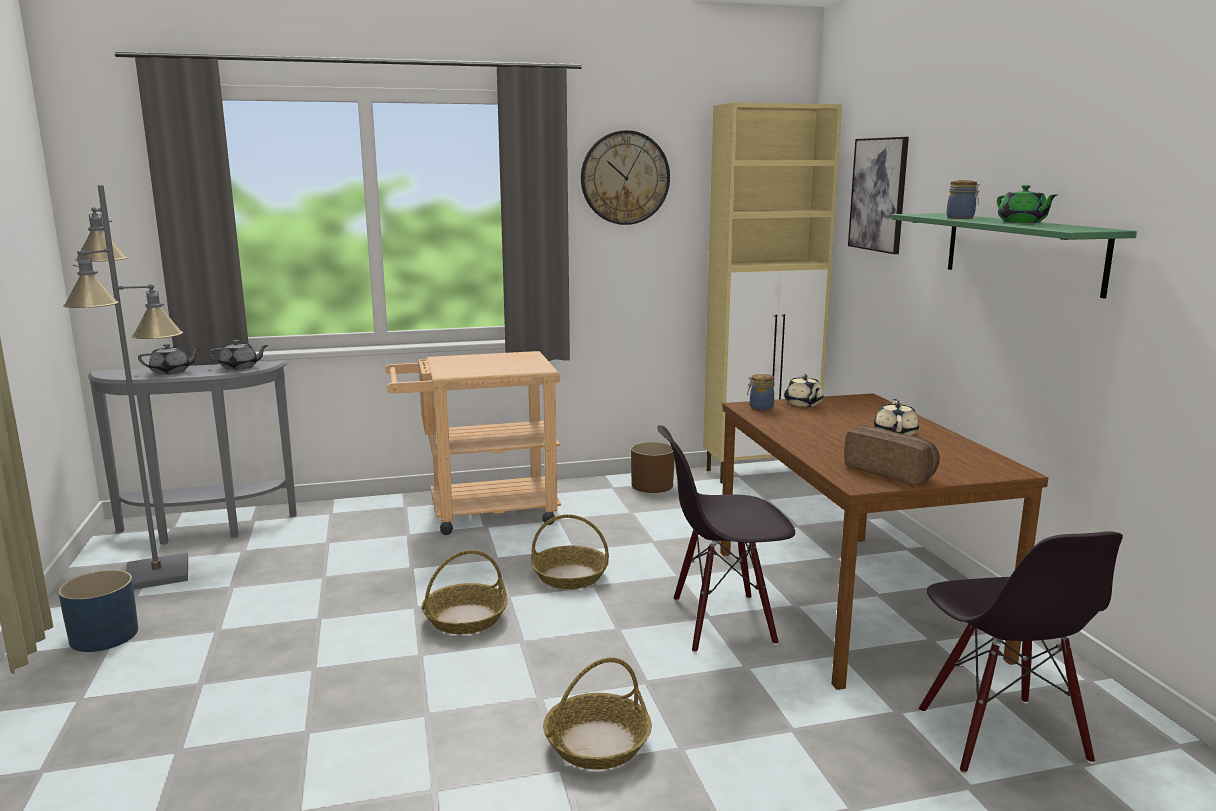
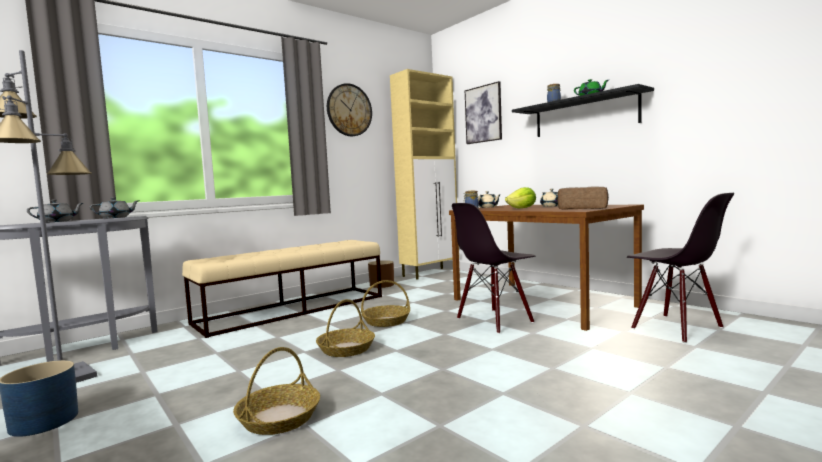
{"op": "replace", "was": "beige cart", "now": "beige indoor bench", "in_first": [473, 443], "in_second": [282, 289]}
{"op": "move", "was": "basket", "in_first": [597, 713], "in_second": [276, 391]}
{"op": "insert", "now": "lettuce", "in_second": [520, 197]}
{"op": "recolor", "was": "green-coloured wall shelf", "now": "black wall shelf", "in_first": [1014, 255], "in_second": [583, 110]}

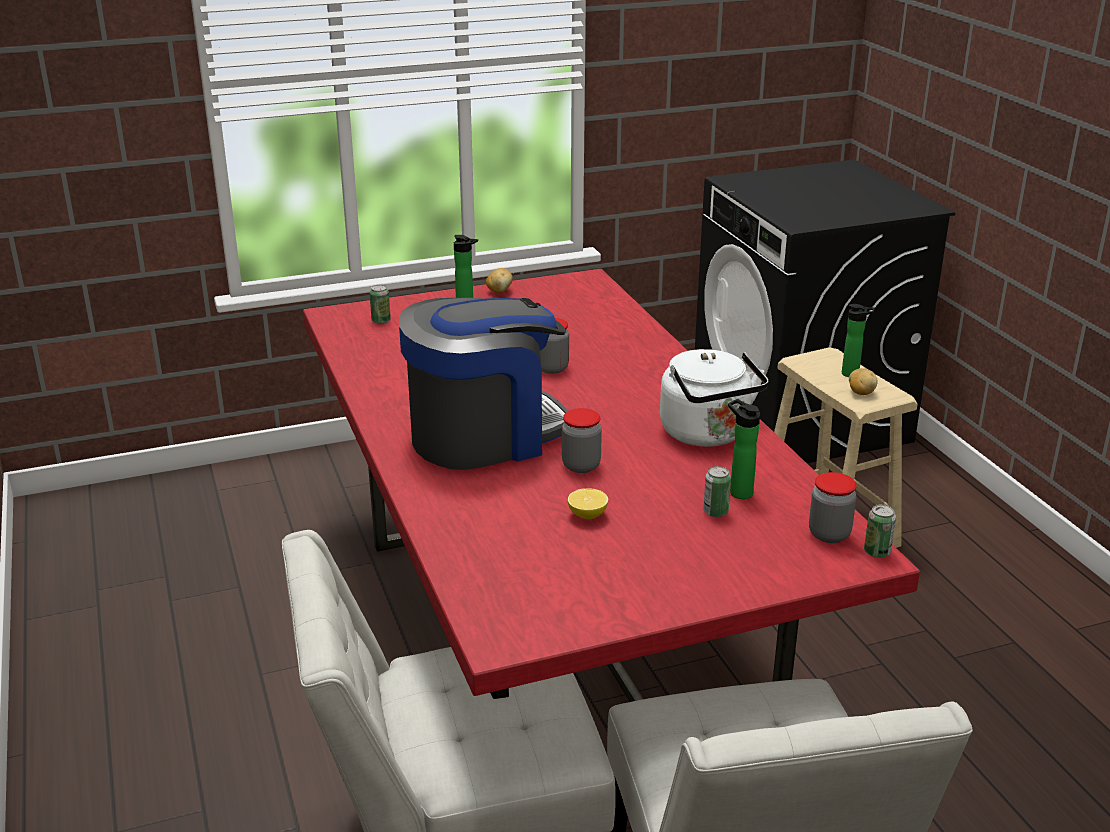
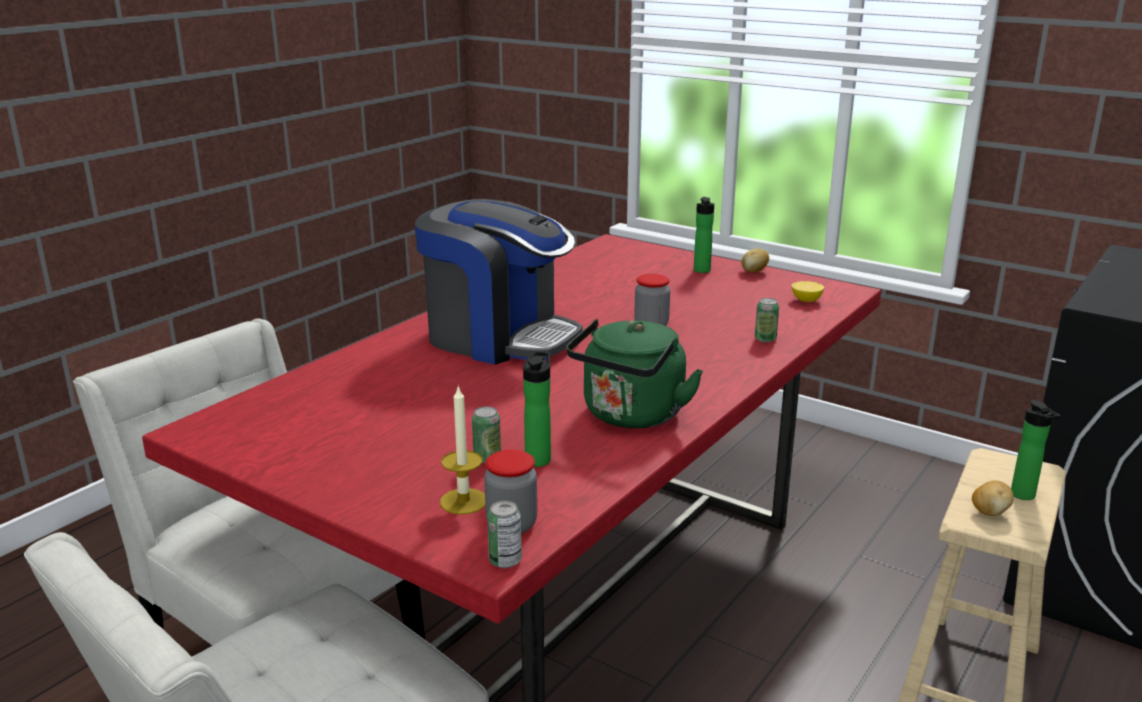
{"op": "insert", "now": "candle", "in_second": [462, 450]}
{"op": "recolor", "was": "whitish tea kettle", "now": "green-coloured tea kettle", "in_first": [714, 398], "in_second": [634, 373]}
{"op": "move", "was": "can", "in_first": [380, 304], "in_second": [767, 320]}
{"op": "move", "was": "citrus fruit", "in_first": [588, 503], "in_second": [807, 291]}
{"op": "delete", "was": "jar", "in_first": [582, 440]}

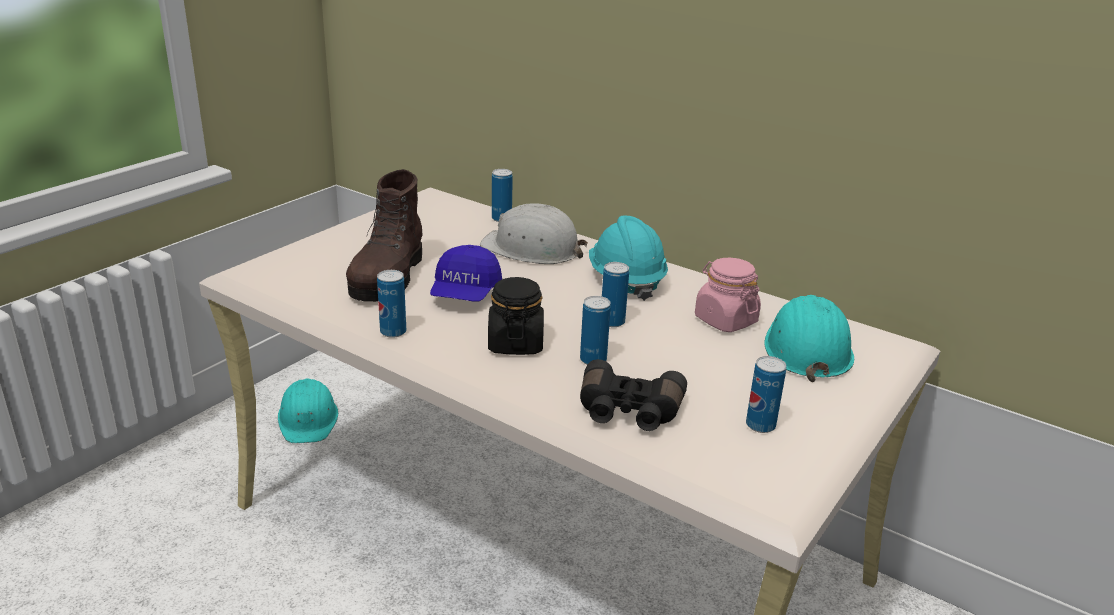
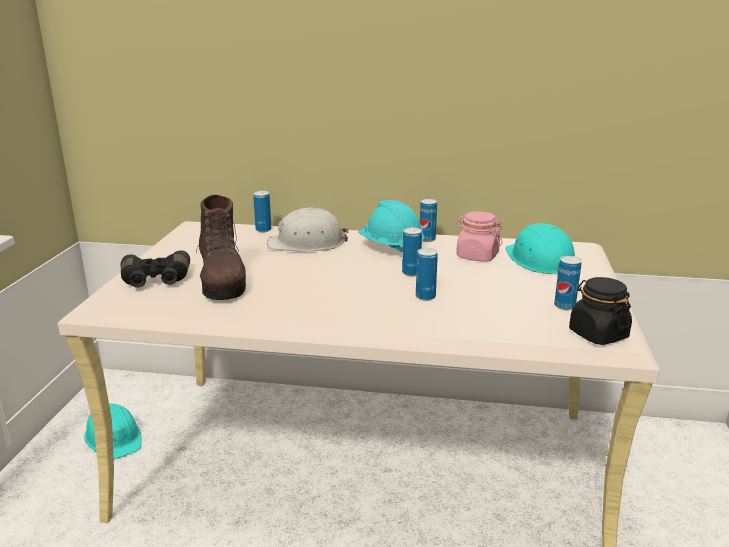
{"op": "move", "was": "black pair of binoculars", "in_first": [633, 395], "in_second": [155, 269]}
{"op": "move", "was": "can", "in_first": [391, 304], "in_second": [428, 220]}
{"op": "move", "was": "black jar", "in_first": [516, 316], "in_second": [600, 311]}
{"op": "delete", "was": "blue peaked cap", "in_first": [466, 273]}

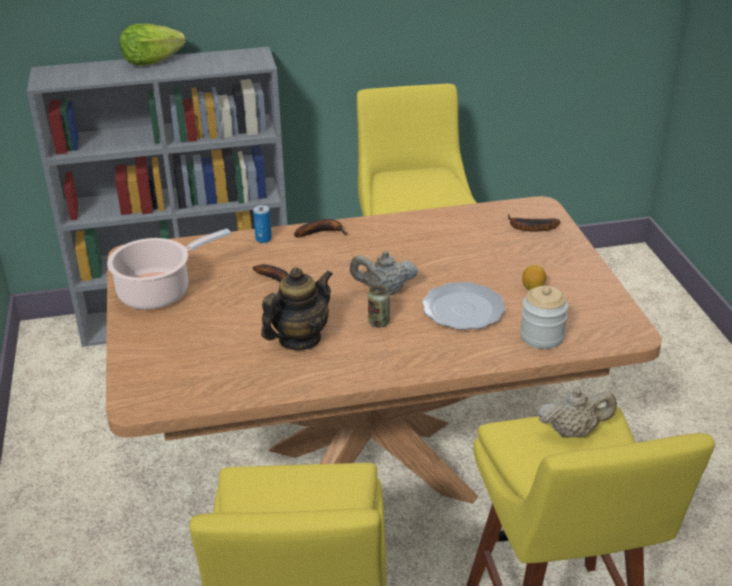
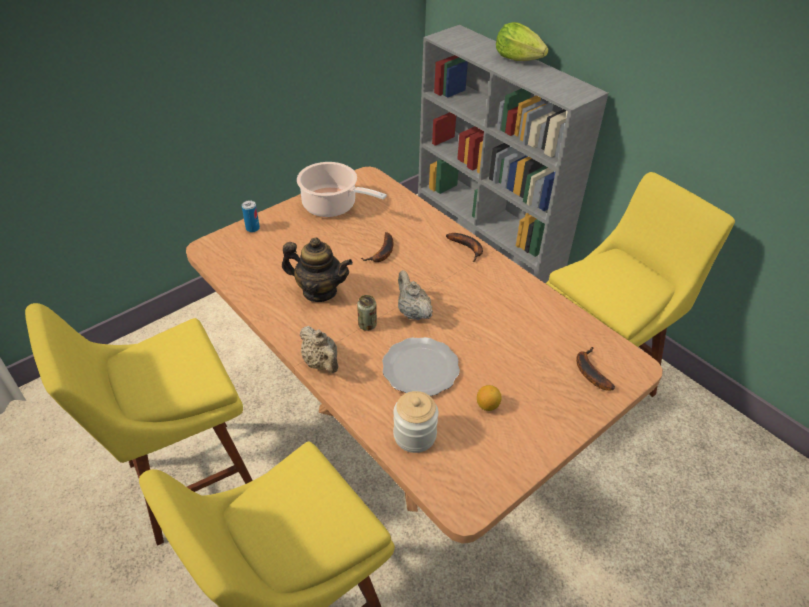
{"op": "move", "was": "can", "in_first": [262, 224], "in_second": [251, 216]}
{"op": "move", "was": "beige teapot", "in_first": [577, 412], "in_second": [318, 349]}

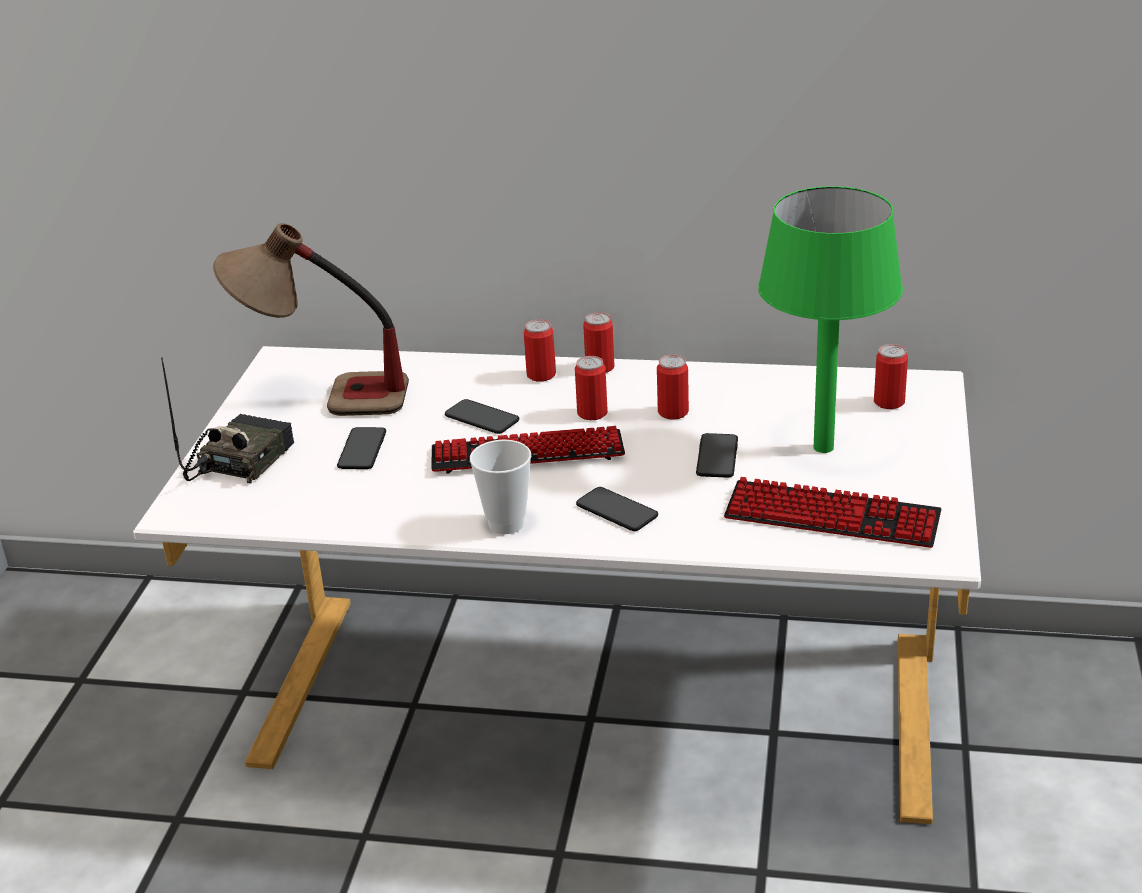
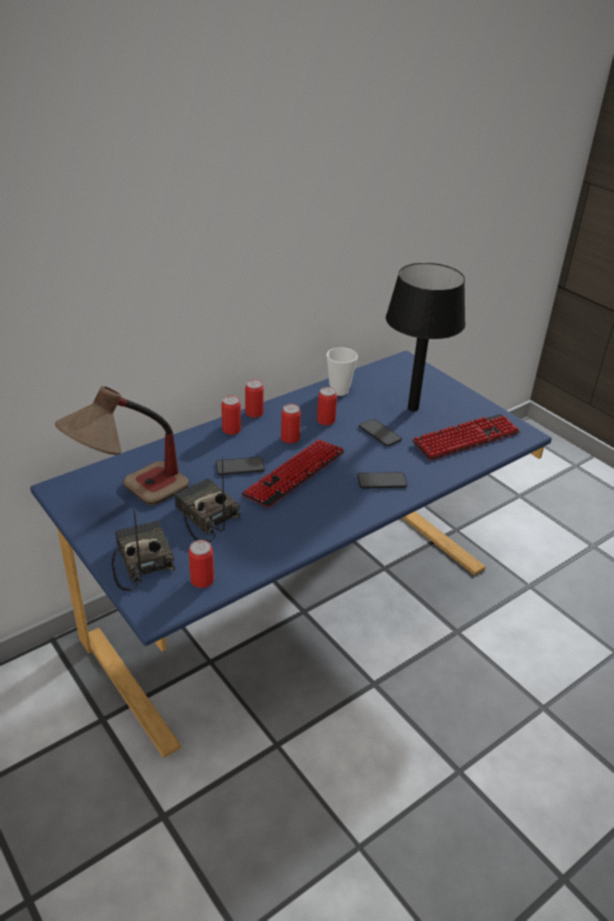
{"op": "recolor", "was": "whitish desk unit", "now": "blue desk unit", "in_first": [557, 585], "in_second": [291, 554]}
{"op": "replace", "was": "handset", "now": "radio set", "in_first": [361, 448], "in_second": [207, 500]}
{"op": "move", "was": "can", "in_first": [891, 376], "in_second": [201, 564]}
{"op": "move", "was": "drinking cup", "in_first": [500, 487], "in_second": [342, 371]}
{"op": "recolor", "was": "green-coloured table lamp", "now": "black table lamp", "in_first": [830, 319], "in_second": [426, 337]}

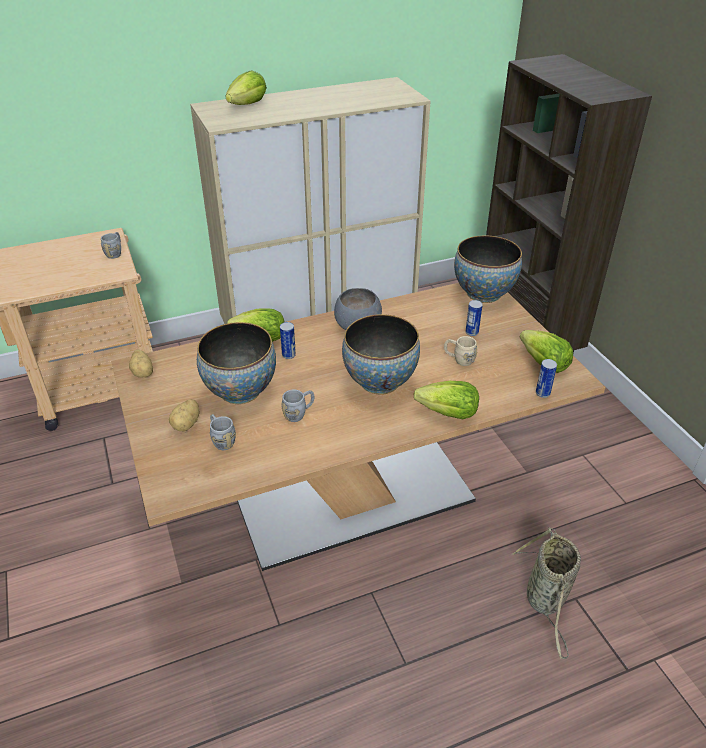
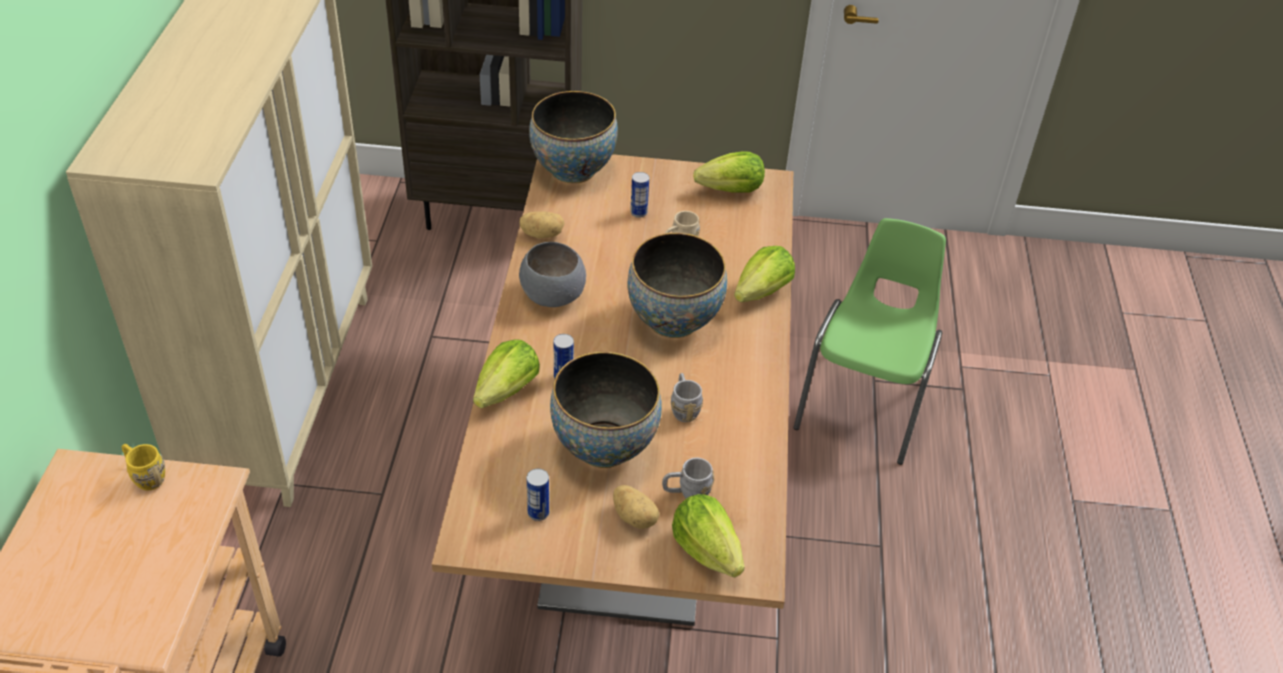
{"op": "recolor", "was": "grey mug", "now": "yellow-coloured mug", "in_first": [111, 245], "in_second": [143, 467]}
{"op": "move", "was": "spud", "in_first": [141, 364], "in_second": [542, 224]}
{"op": "move", "was": "can", "in_first": [546, 378], "in_second": [538, 495]}
{"op": "move", "was": "lettuce", "in_first": [246, 87], "in_second": [708, 535]}
{"op": "replace", "was": "basket", "now": "green-coloured plain chair", "in_first": [546, 593], "in_second": [869, 341]}

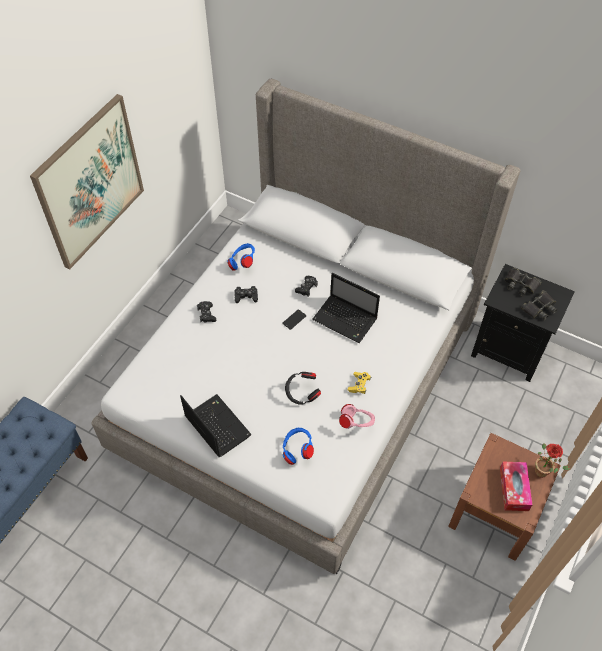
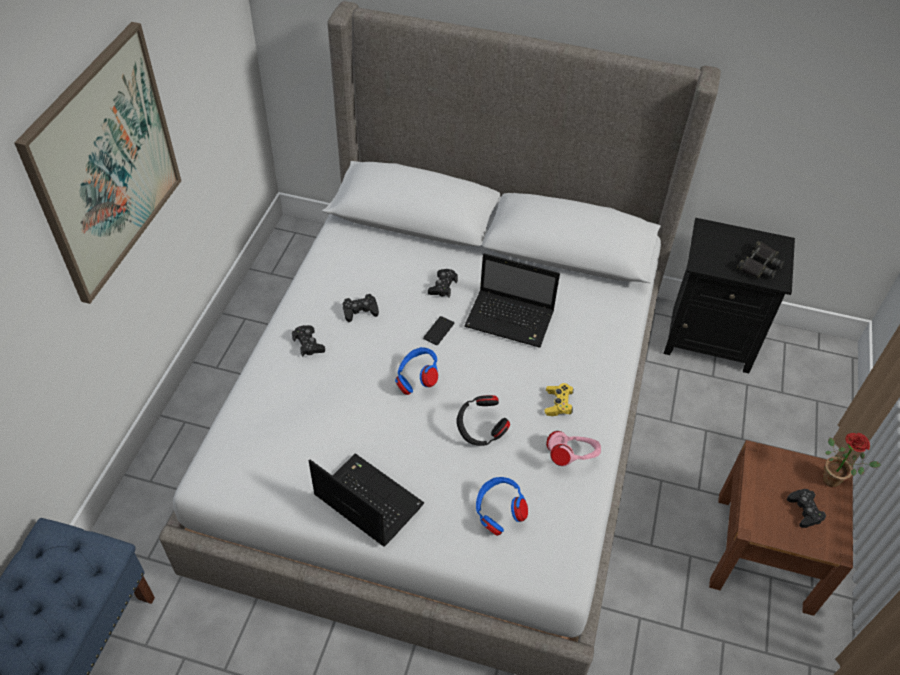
{"op": "move", "was": "blue headphones", "in_first": [241, 257], "in_second": [416, 371]}
{"op": "replace", "was": "tissue holder", "now": "black joypad", "in_first": [516, 486], "in_second": [806, 508]}
{"op": "delete", "was": "black pair of binoculars", "in_first": [523, 281]}

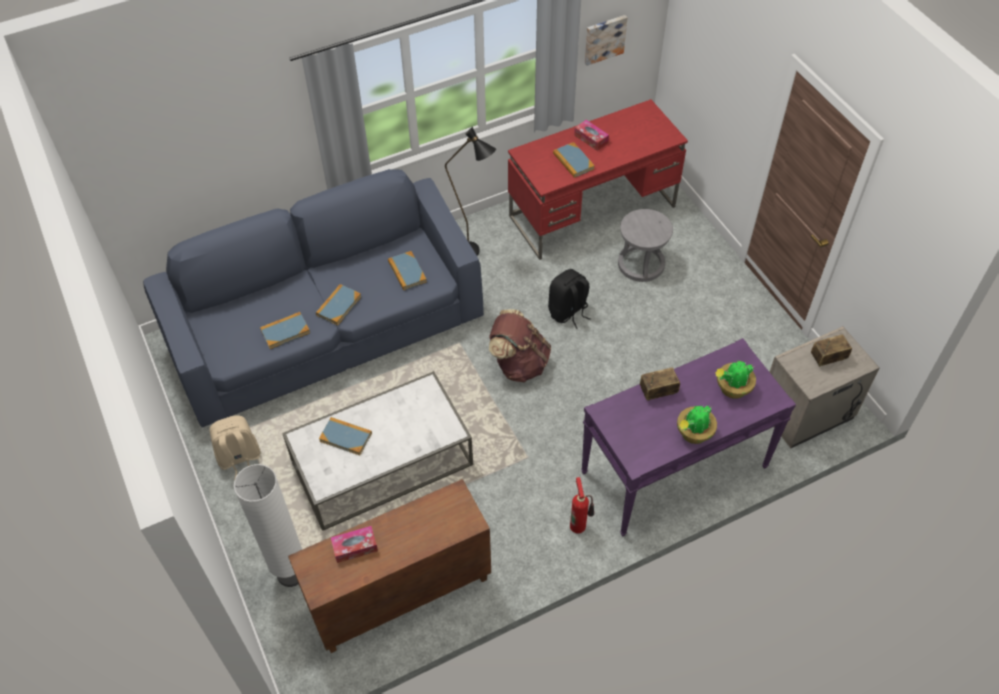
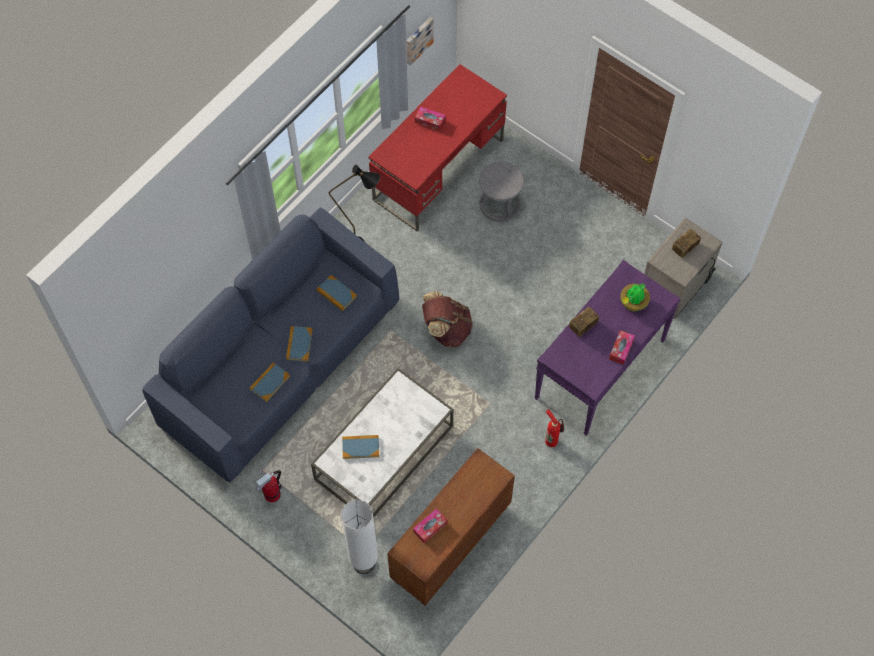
{"op": "replace", "was": "beige knapsack", "now": "extinguisher", "in_first": [235, 447], "in_second": [269, 485]}
{"op": "replace", "was": "houseplant", "now": "tissue holder", "in_first": [697, 424], "in_second": [622, 347]}
{"op": "delete", "was": "black knapsack", "in_first": [569, 299]}
{"op": "delete", "was": "bound book", "in_first": [574, 160]}

